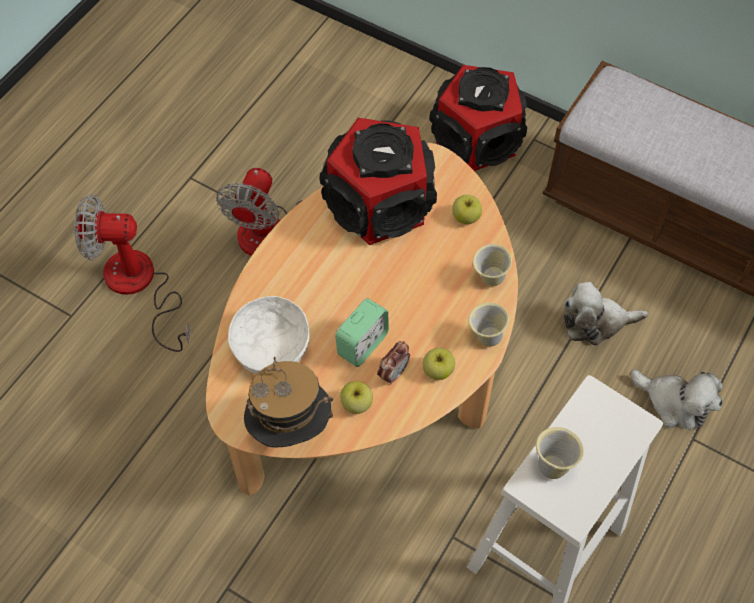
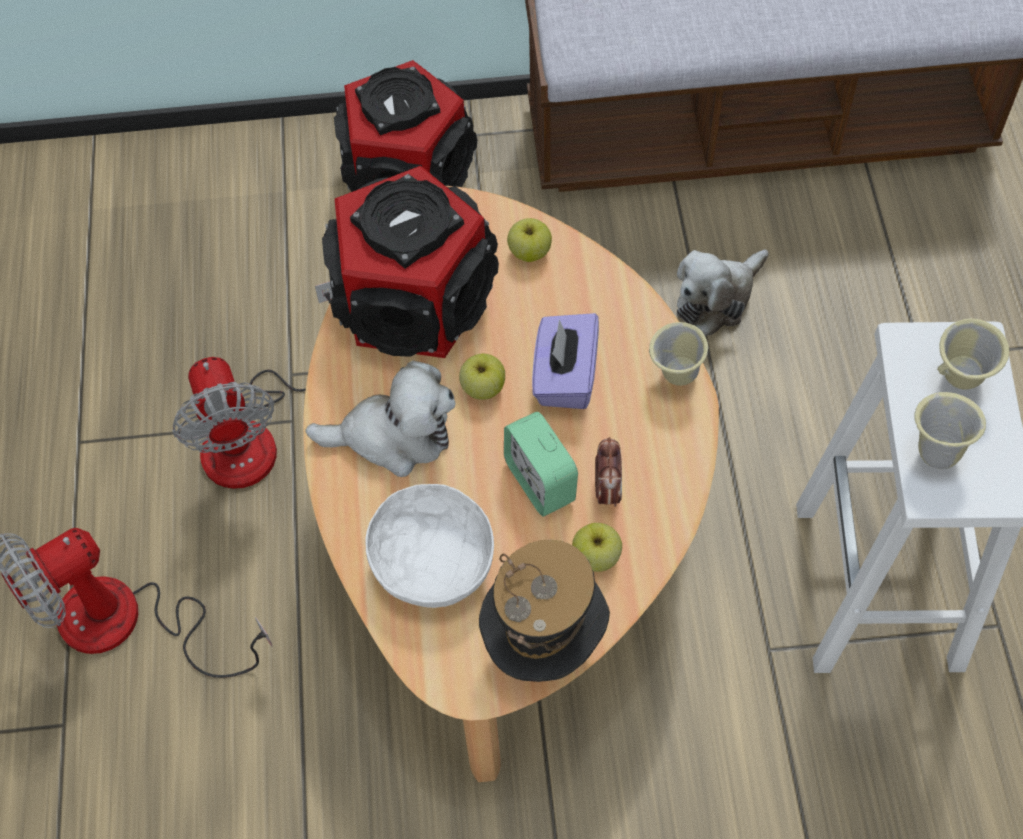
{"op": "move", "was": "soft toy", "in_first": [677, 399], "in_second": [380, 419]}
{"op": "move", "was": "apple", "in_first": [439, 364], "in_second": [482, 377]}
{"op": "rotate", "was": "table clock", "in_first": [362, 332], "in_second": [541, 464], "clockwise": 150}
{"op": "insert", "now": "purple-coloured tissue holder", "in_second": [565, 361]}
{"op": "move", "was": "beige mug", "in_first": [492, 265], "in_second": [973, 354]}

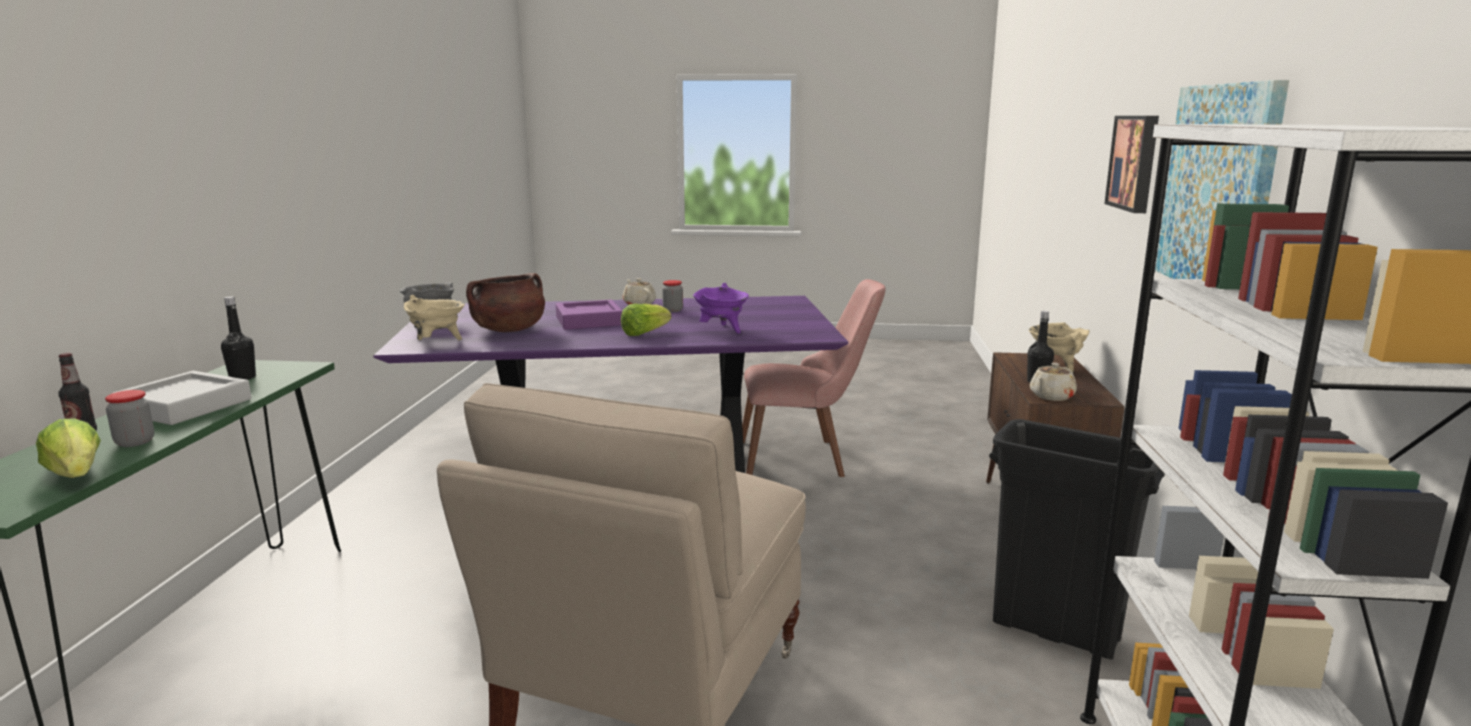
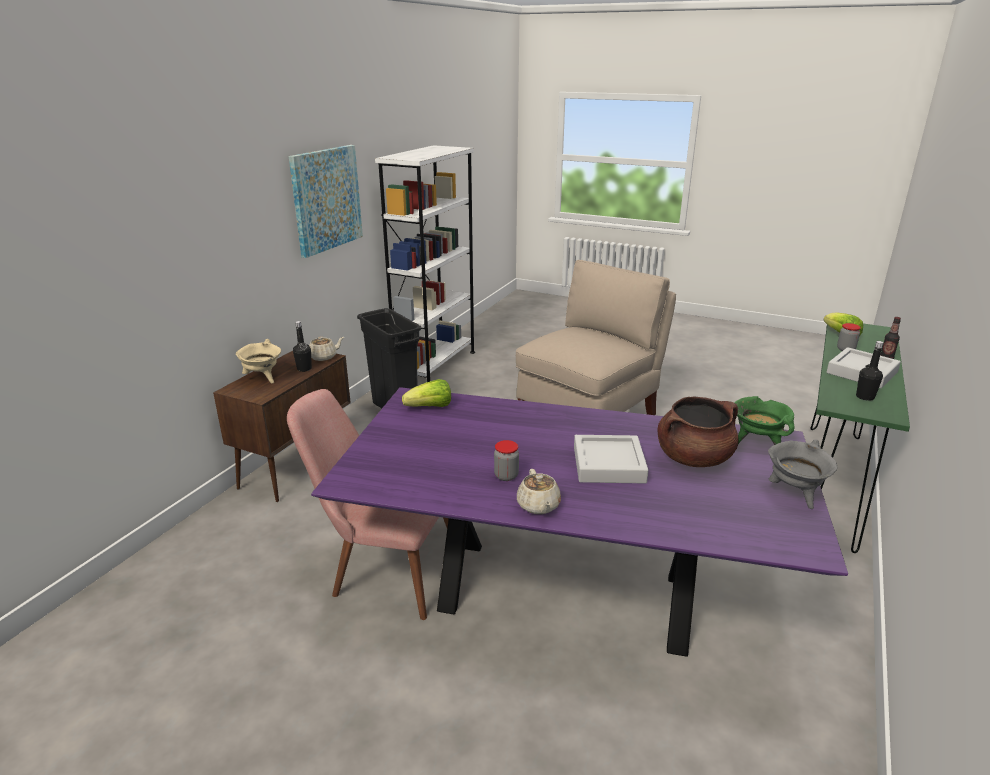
{"op": "move", "was": "lettuce", "in_first": [646, 320], "in_second": [426, 393]}
{"op": "recolor", "was": "purple-coloured tray", "now": "grey tray", "in_first": [589, 315], "in_second": [611, 459]}
{"op": "recolor", "was": "beige stockpot", "now": "green-coloured stockpot", "in_first": [434, 317], "in_second": [765, 420]}
{"op": "delete", "was": "purple-coloured stockpot", "in_first": [721, 308]}
{"op": "delete", "was": "wall picture", "in_first": [1131, 164]}

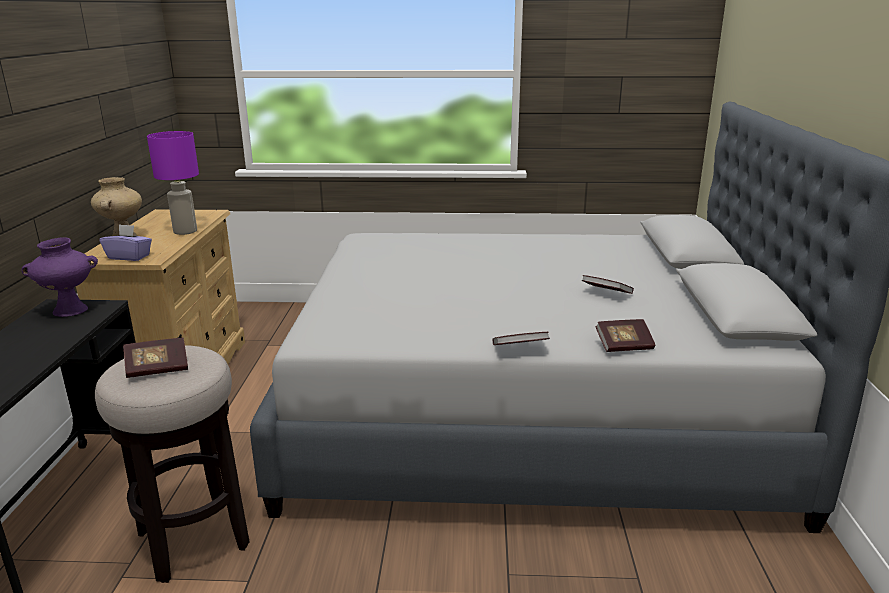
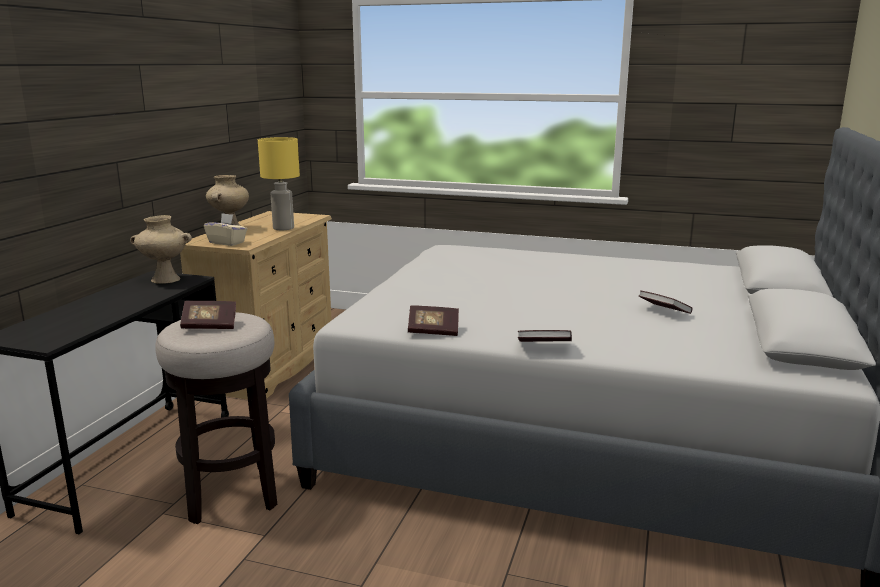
{"op": "recolor", "was": "purple-coloured flower vase", "now": "beige flower vase", "in_first": [59, 277], "in_second": [161, 249]}
{"op": "recolor", "was": "purple-coloured tissue holder", "now": "beige tissue holder", "in_first": [126, 242], "in_second": [225, 229]}
{"op": "recolor", "was": "purple-coloured table lamp", "now": "yellow-coloured table lamp", "in_first": [173, 183], "in_second": [279, 183]}
{"op": "move", "was": "bound book", "in_first": [625, 335], "in_second": [433, 320]}

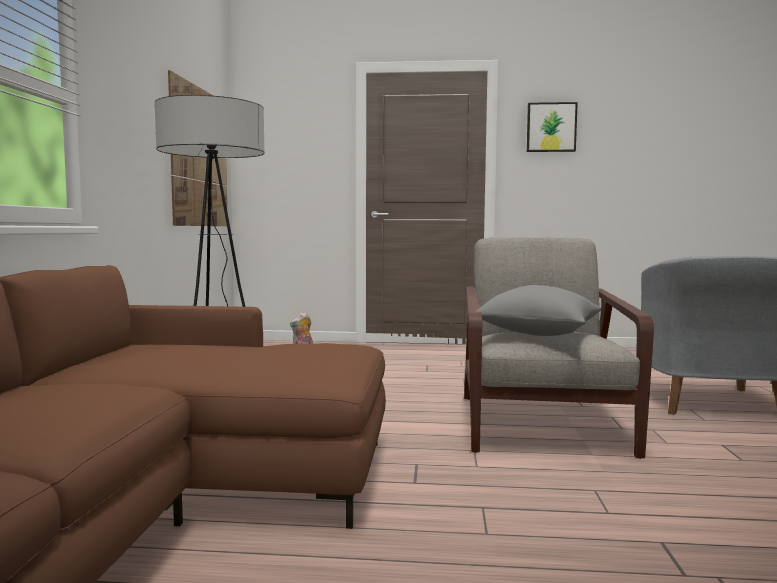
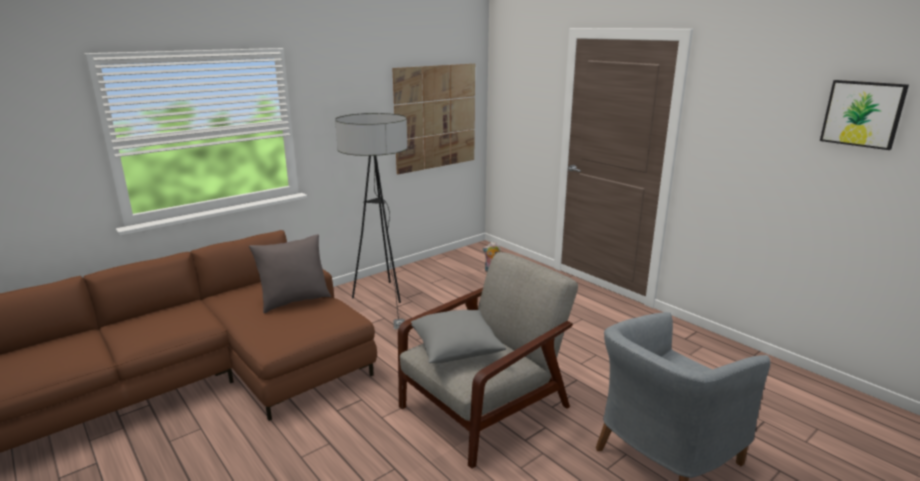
{"op": "insert", "now": "grey throw pillow", "in_second": [290, 273]}
{"op": "move", "was": "wall picture", "in_first": [552, 127], "in_second": [864, 115]}

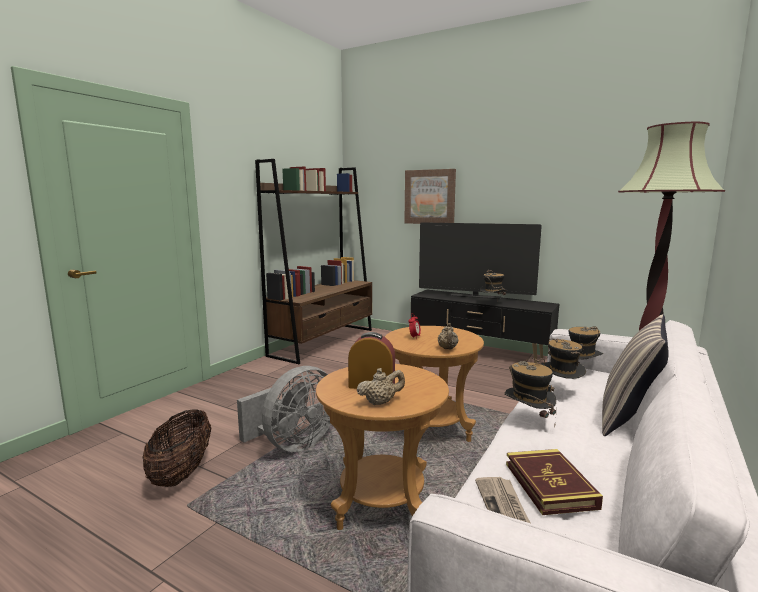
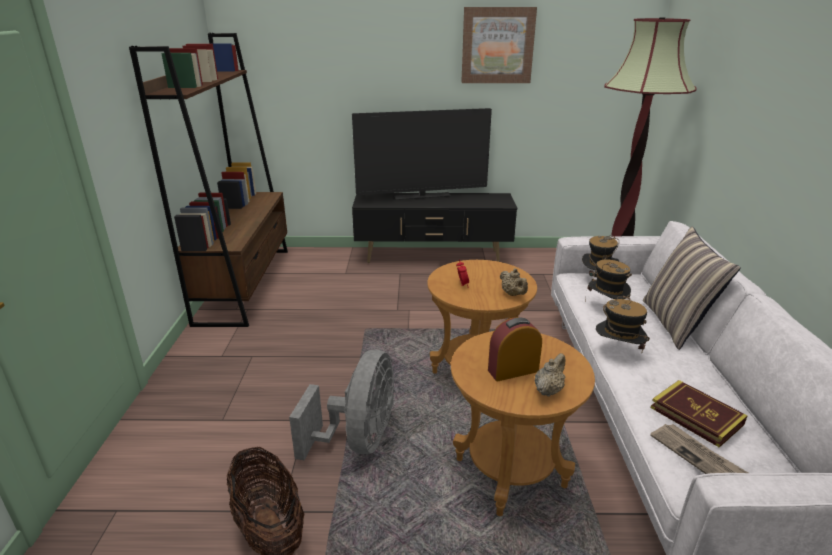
{"op": "move", "was": "wall picture", "in_first": [430, 196], "in_second": [499, 45]}
{"op": "delete", "was": "hat", "in_first": [493, 282]}

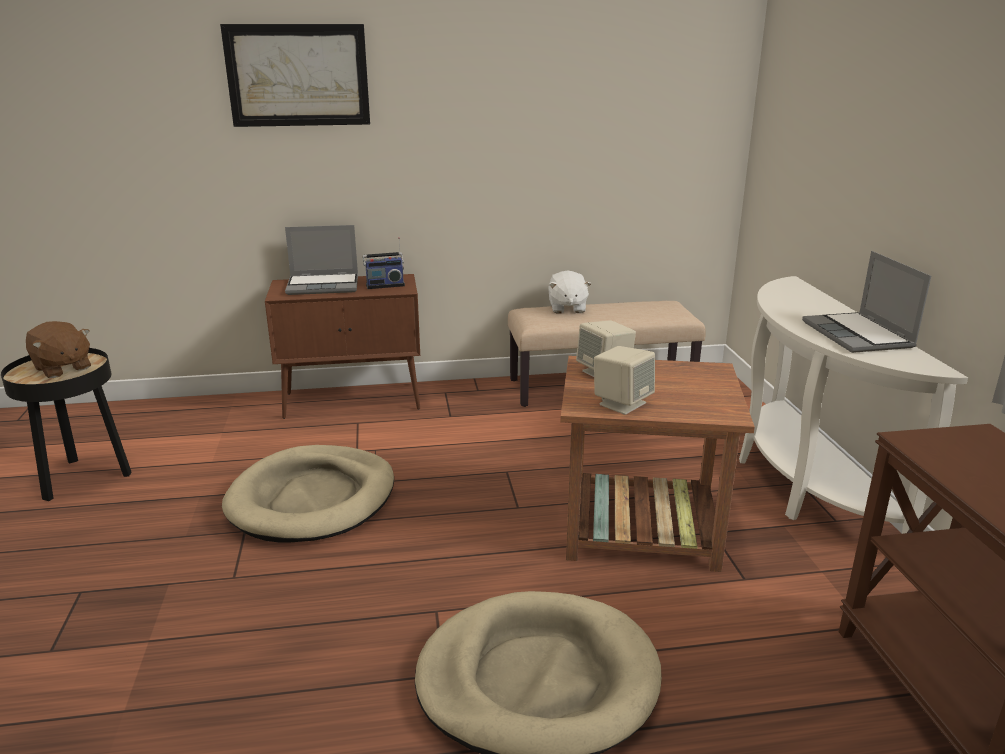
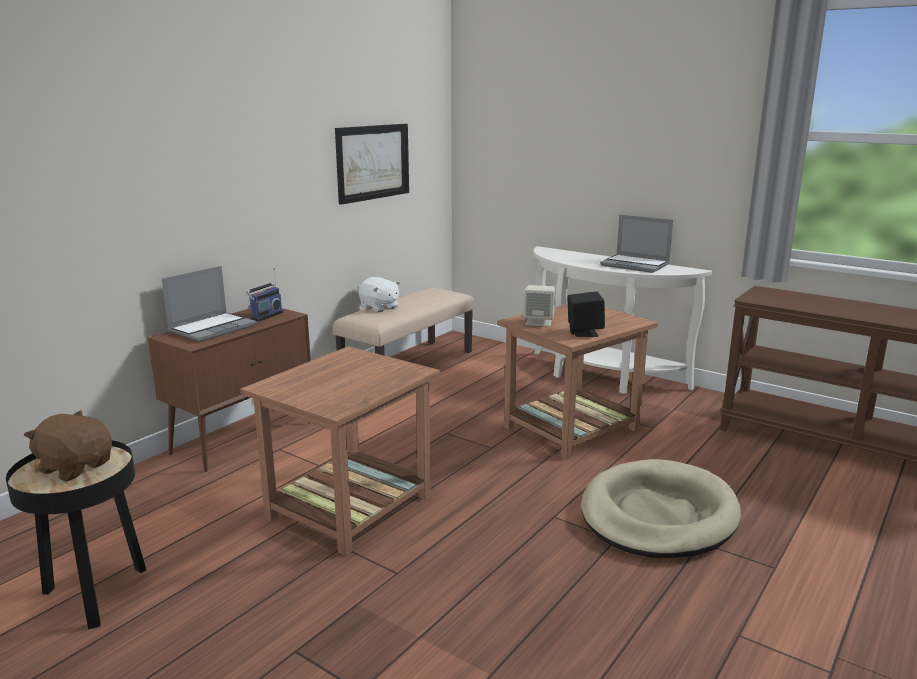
{"op": "rotate", "was": "brown soft toy", "in_first": [58, 349], "in_second": [68, 446], "clockwise": -150}
{"op": "replace", "was": "beige dog cushion", "now": "brown side table", "in_first": [308, 493], "in_second": [340, 451]}
{"op": "move", "was": "wall picture", "in_first": [295, 75], "in_second": [372, 164]}
{"op": "recolor", "was": "beige speaker", "now": "black speaker", "in_first": [624, 380], "in_second": [586, 314]}

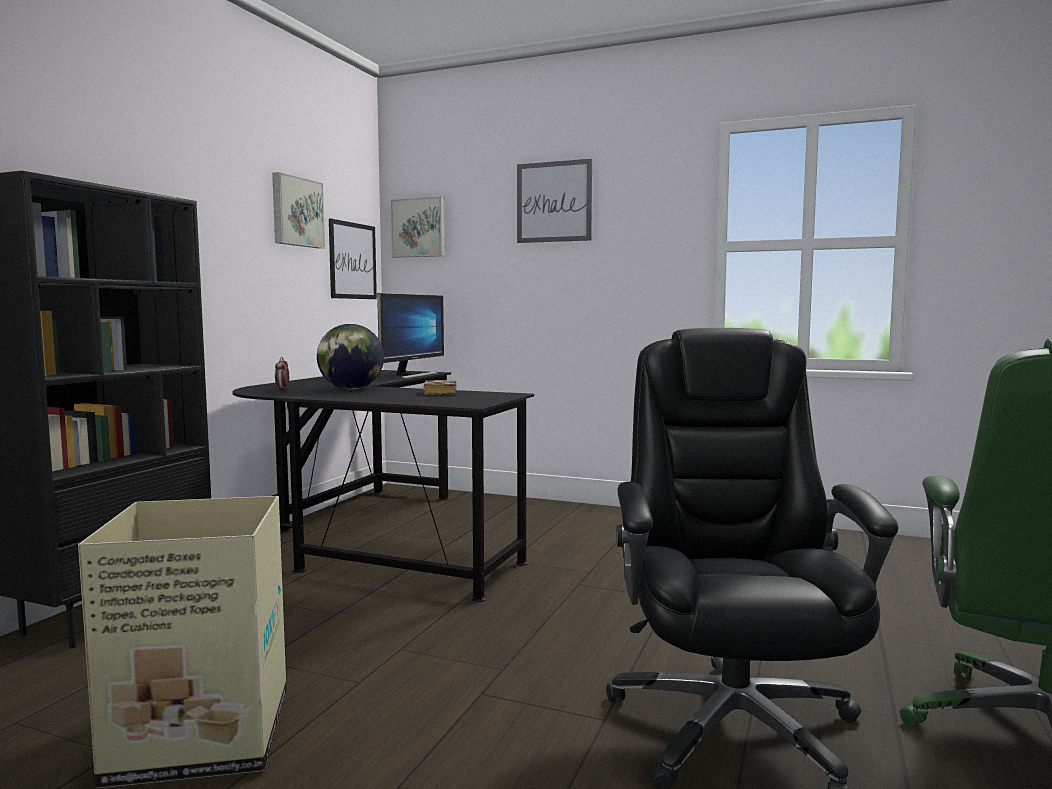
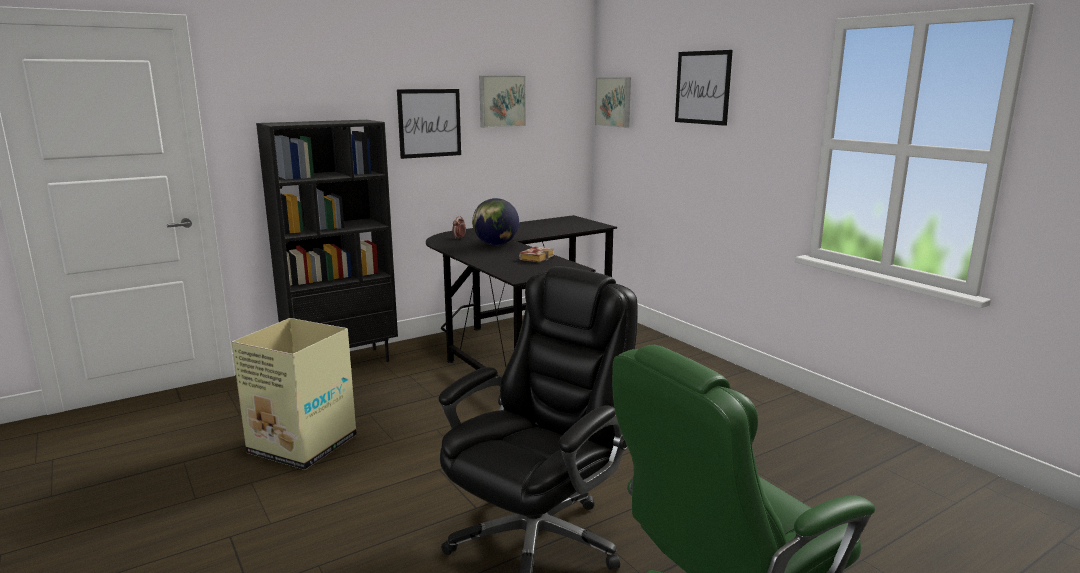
{"op": "move", "was": "wall picture", "in_first": [353, 258], "in_second": [429, 124]}
{"op": "delete", "was": "monitor", "in_first": [410, 336]}

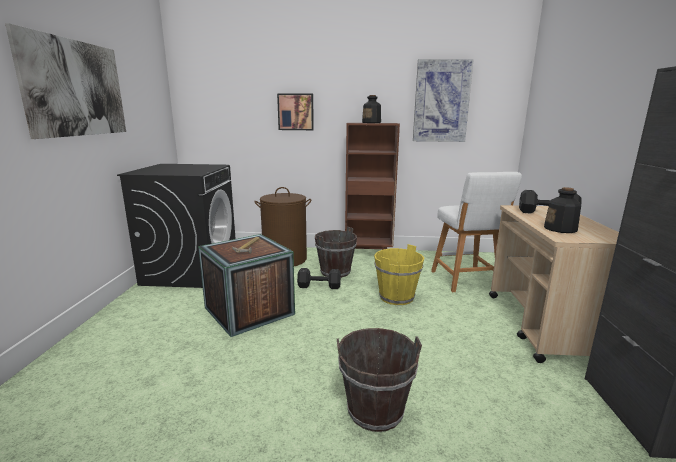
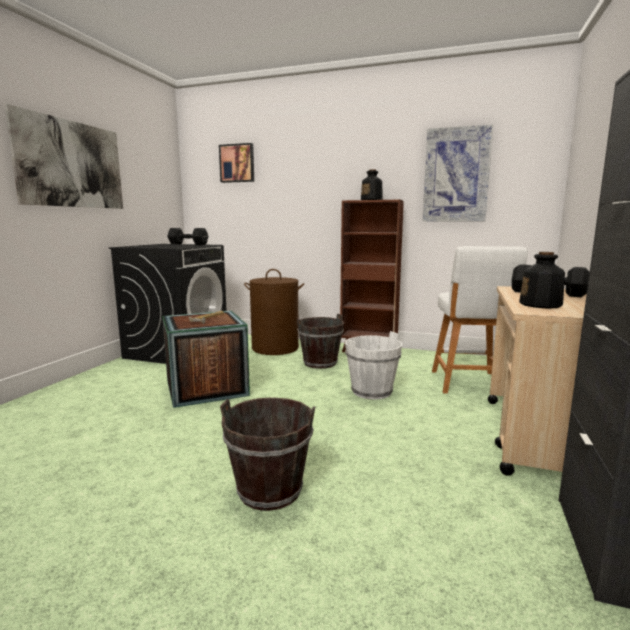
{"op": "move", "was": "black free weight", "in_first": [319, 278], "in_second": [187, 236]}
{"op": "move", "was": "wall picture", "in_first": [295, 111], "in_second": [236, 163]}
{"op": "recolor", "was": "yellow-coloured pail", "now": "whitish pail", "in_first": [399, 274], "in_second": [373, 365]}

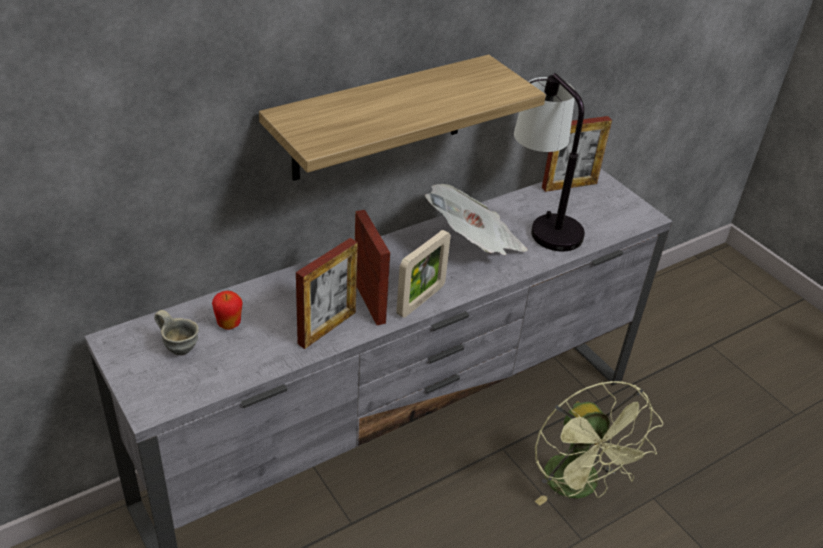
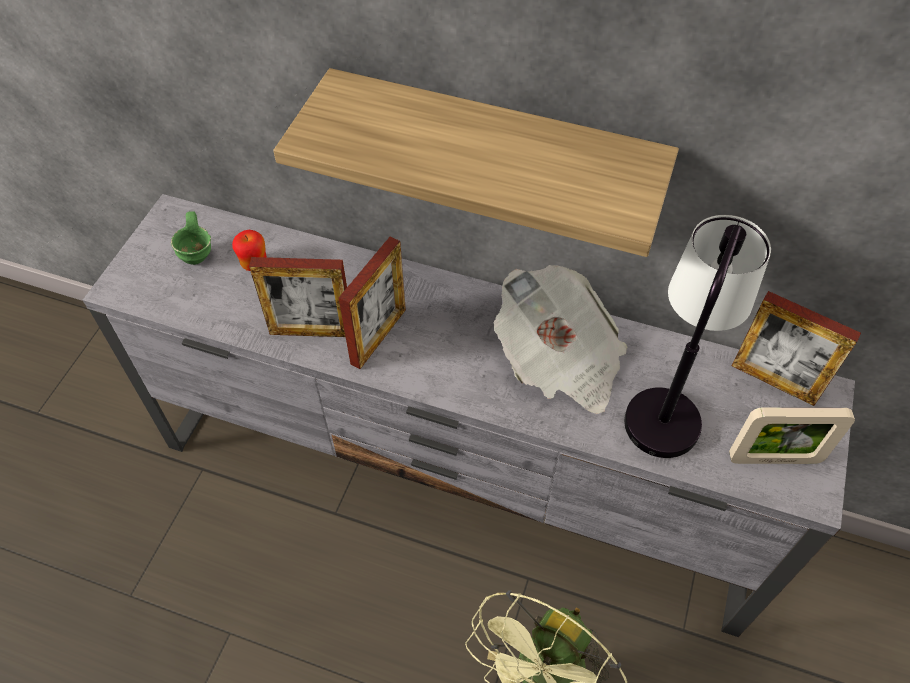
{"op": "recolor", "was": "grey mug", "now": "green-coloured mug", "in_first": [176, 332], "in_second": [191, 238]}
{"op": "move", "was": "picture frame", "in_first": [423, 274], "in_second": [792, 435]}

